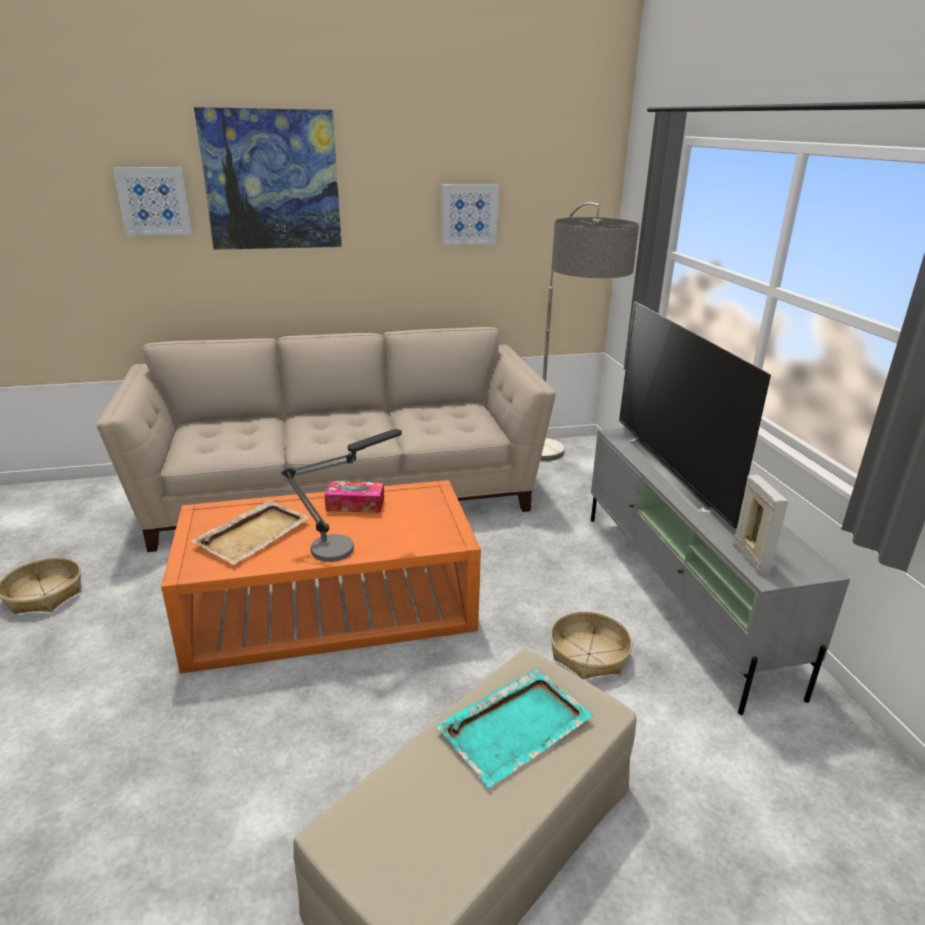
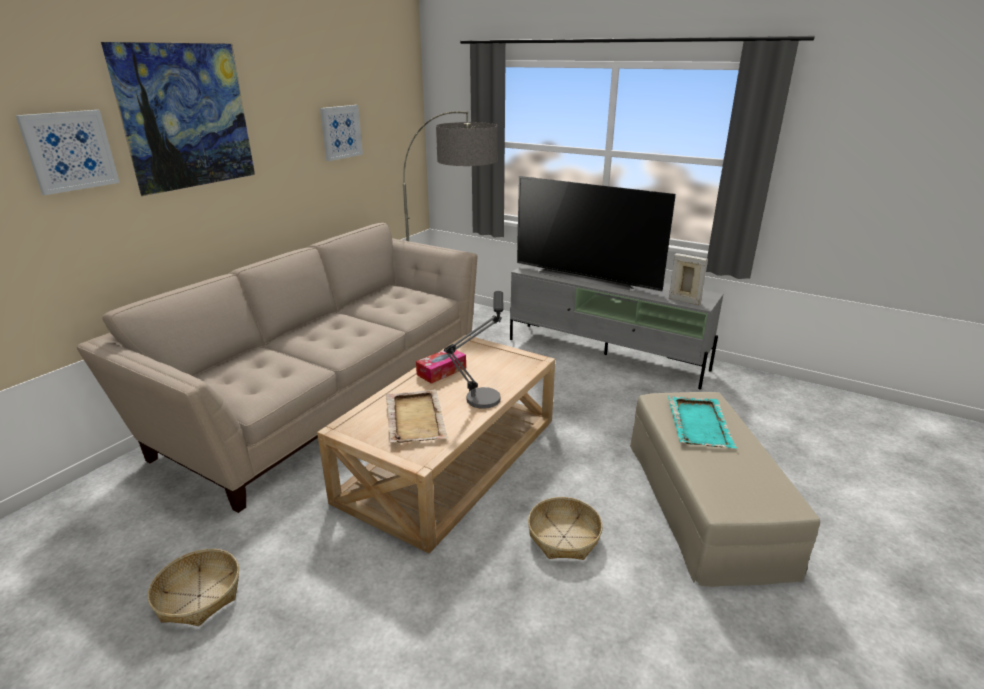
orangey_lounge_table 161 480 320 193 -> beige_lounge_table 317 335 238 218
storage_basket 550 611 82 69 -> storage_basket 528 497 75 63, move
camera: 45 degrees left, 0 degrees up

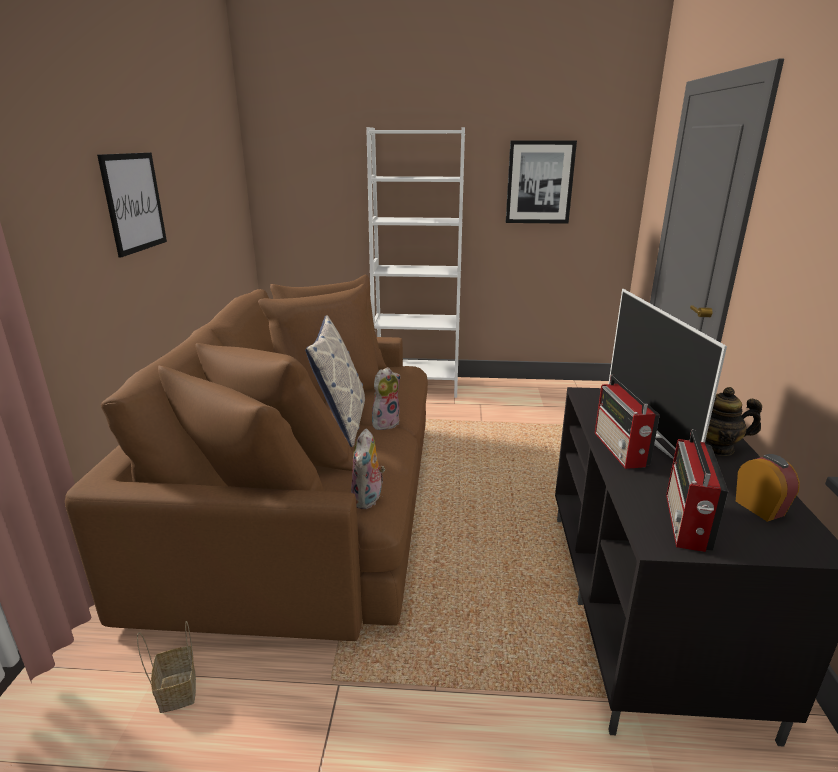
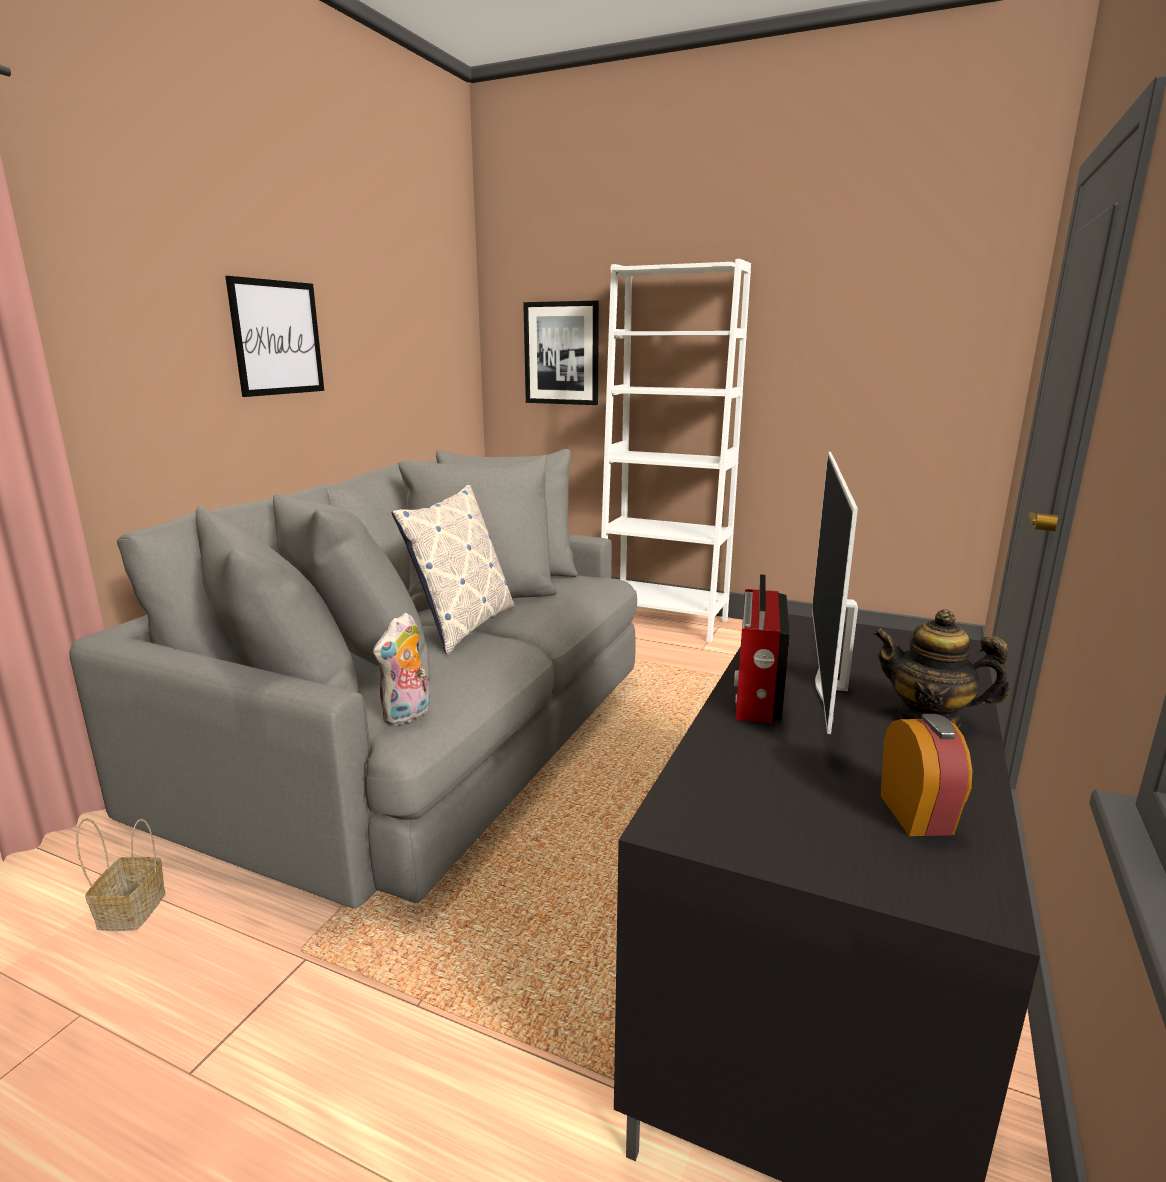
brown-coloured_sofa 65 275 363 366 -> gray_sofa 70 449 567 460
wall_picture 506 140 71 84 -> wall_picture 523 301 76 104, move
soft_toy 372 367 28 63 -> none
radio 666 430 62 122 -> none
camera: 20 degrees right, 5 degrees down

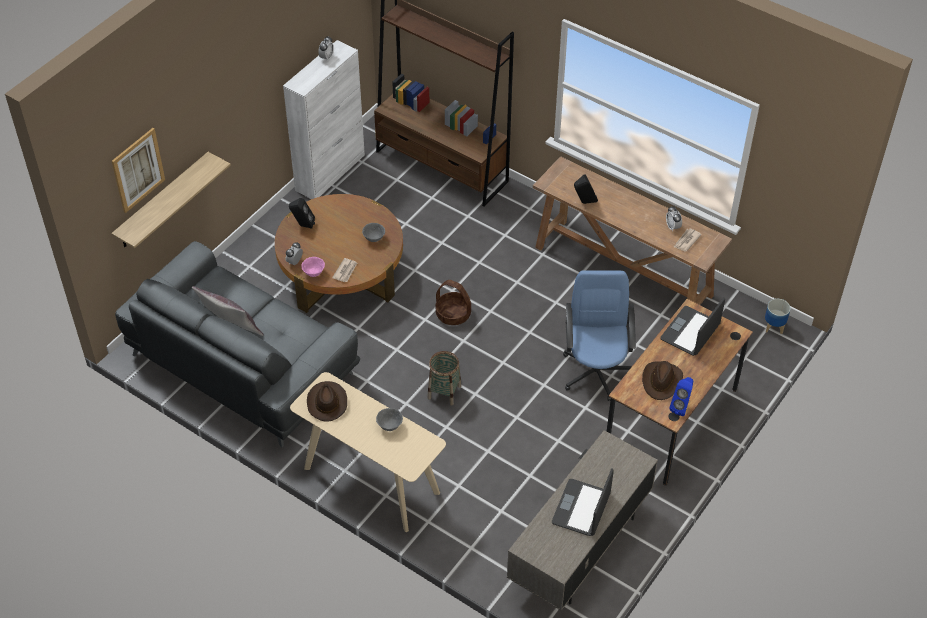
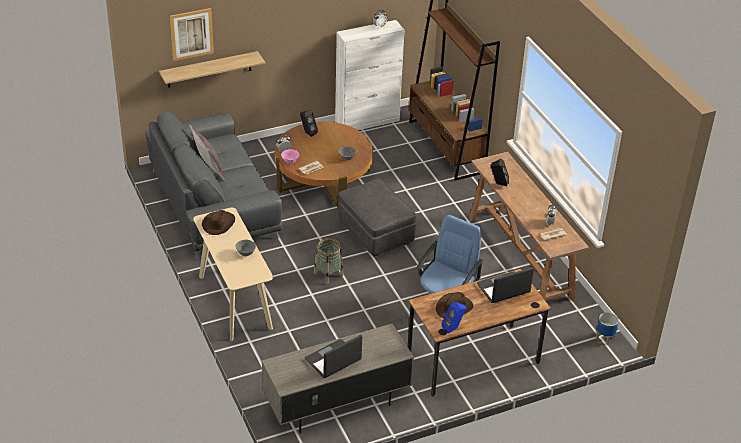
storage_basket 436 280 35 45 -> gray_ottoman 338 178 78 79
camera: 30 degrees right, 10 degrees down

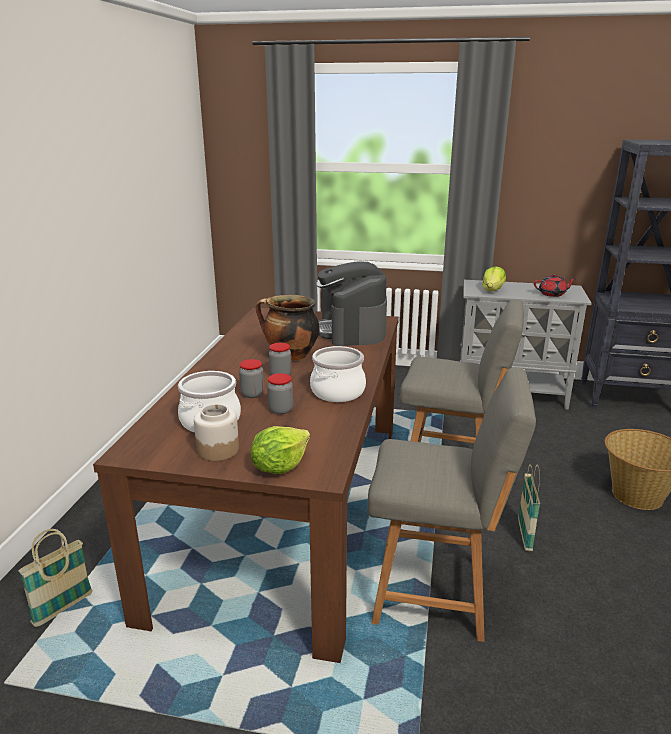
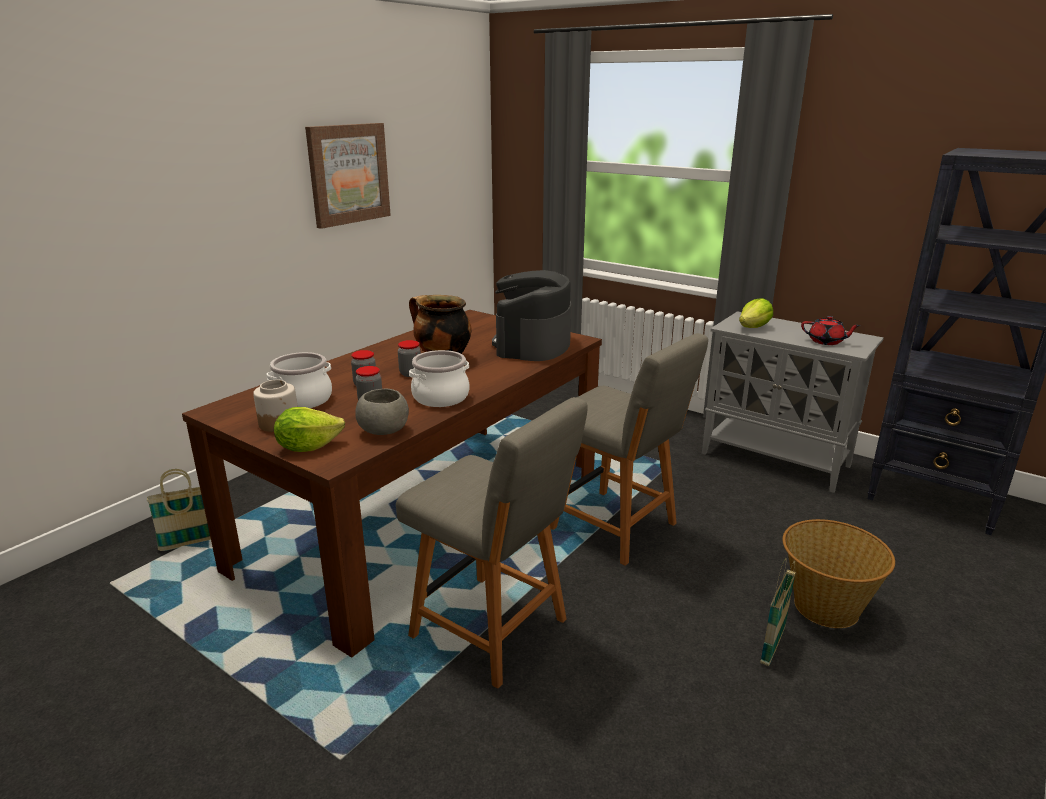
none -> wall_picture 305 123 86 106
none -> gray_bowl 355 389 54 46
storage_basket 518 464 22 87 -> storage_basket 760 558 36 108, move
camera: 25 degrees right, 0 degrees up

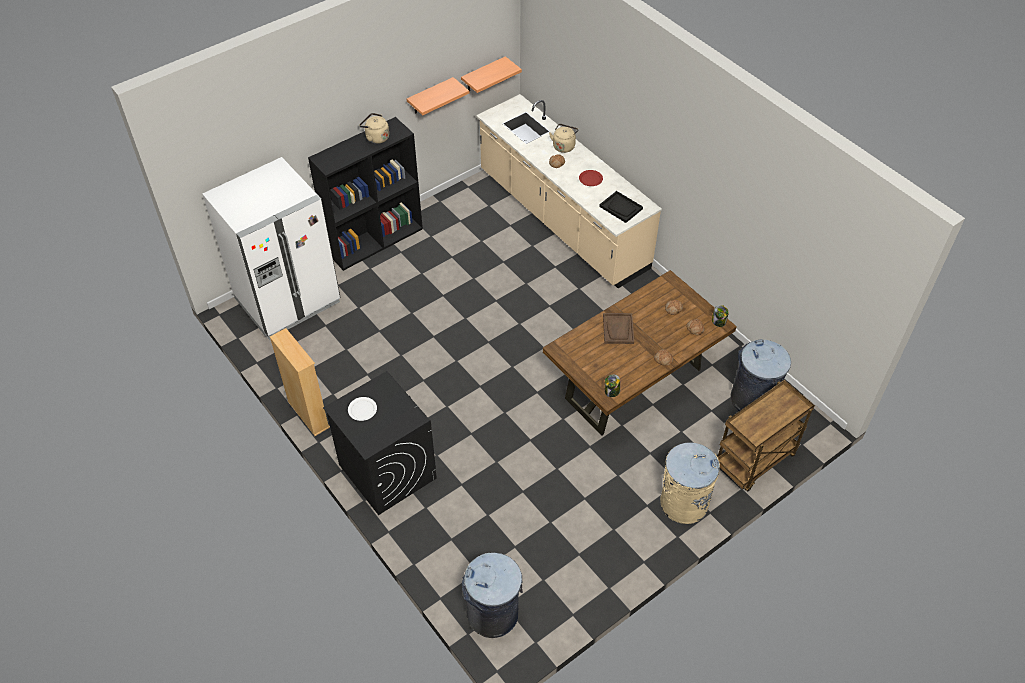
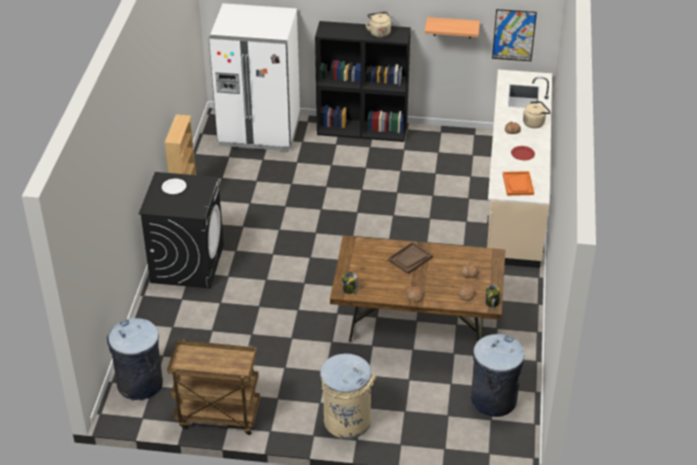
brown-coloured_trolley 718 380 97 111 -> brown-coloured_trolley 167 339 93 96, move
wall_shelf 461 56 61 37 -> wall_picture 492 9 45 52
black-coloured_serving_tray 599 191 44 32 -> orangey_serving_tray 503 171 31 25
camera: 45 degrees right, 10 degrees down

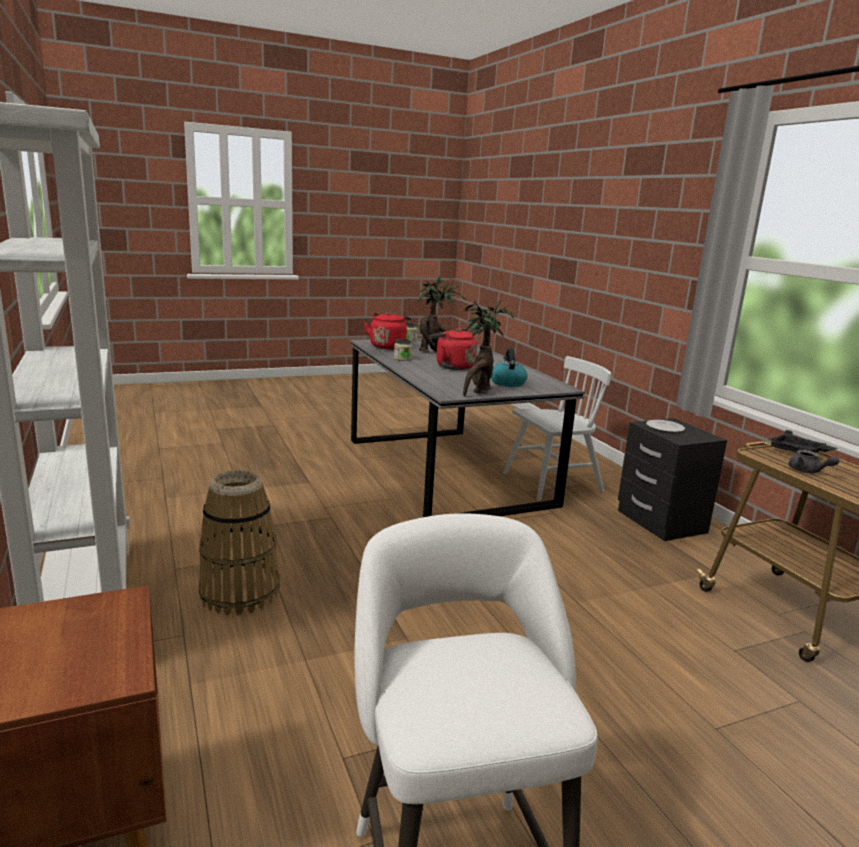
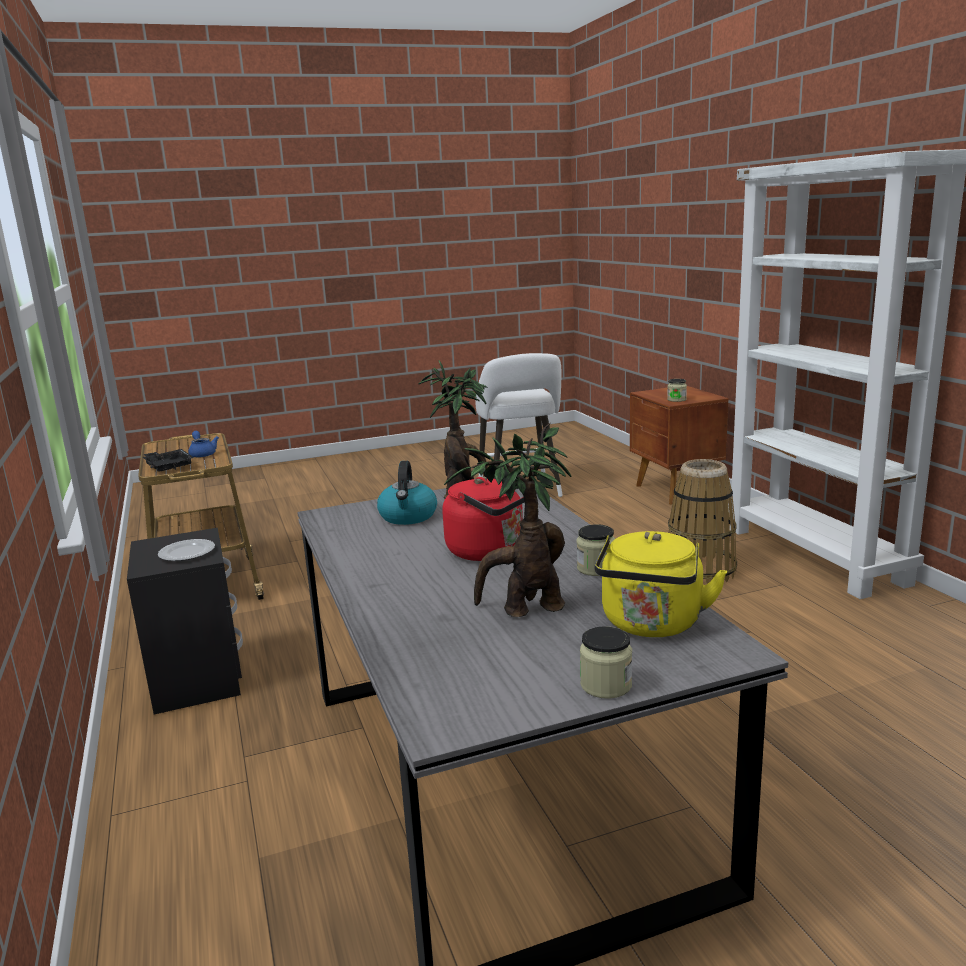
gray_teapot 789 450 51 23 -> blue_teapot 188 431 31 27
red_water_kettle 364 312 47 38 -> yellow_water_kettle 594 531 133 106
none -> storage_jar 667 379 20 23
white-coloured_upright_chair 503 356 109 145 -> none
camera: 175 degrees left, 0 degrees up

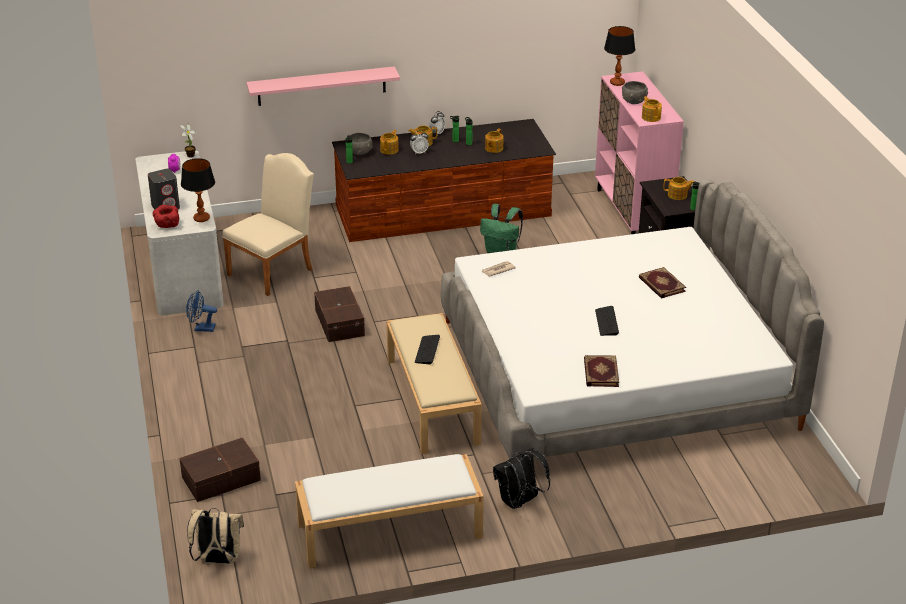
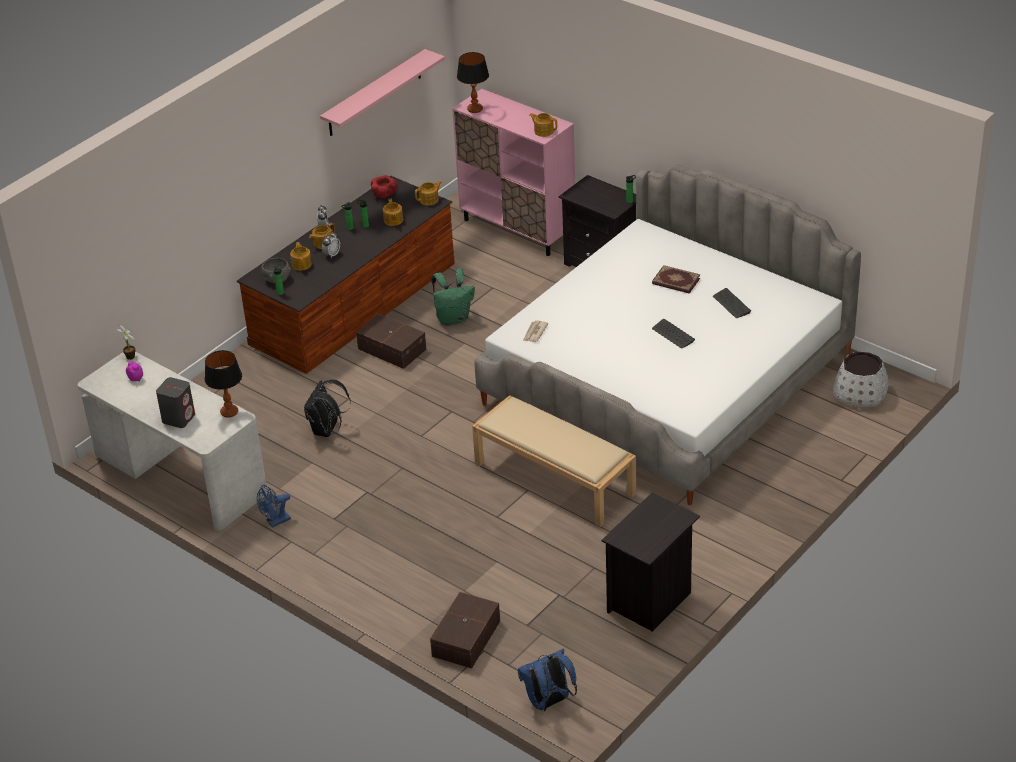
black-coloured_knapsack 493 448 57 61 -> black-coloured_knapsack 304 380 47 57, move
pinkish_wall_shelf 246 66 154 40 -> pinkish_wall_shelf 320 49 125 87, move
brown-coloured_storage_box 314 286 51 56 -> brown-coloured_storage_box 356 313 70 56, move
red_bowl 153 205 26 23 -> red_bowl 371 175 26 23, move
teapot 663 177 31 23 -> teapot 415 181 27 25, move
beige_knapsack 187 508 57 56 -> blue_knapsack 517 648 60 64
white-coloured_indoor_bench 295 454 189 114 -> black-coloured_bedside_table 602 493 98 139
computer_keyboard 415 335 25 29 -> computer_keyboard 713 288 38 30, move
none -> white-coloured_plant_pot 833 352 55 55
beige_upright_chair 223 153 91 143 -> none
bound_book 584 355 35 32 -> none
gray_bowl 622 81 26 23 -> none
camera: 35 degrees left, 5 degrees up

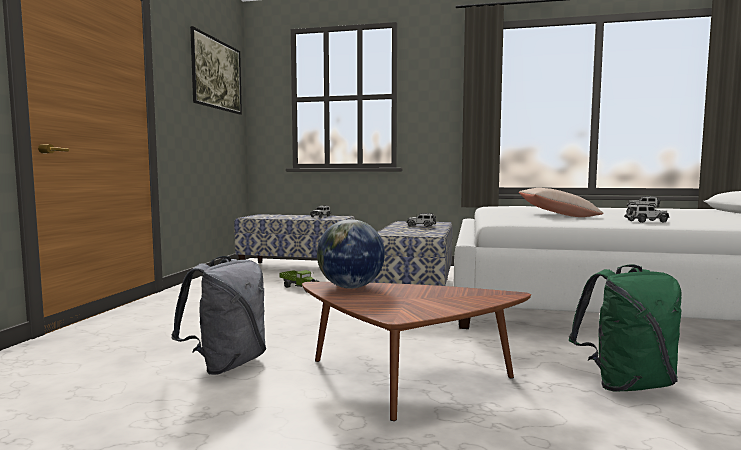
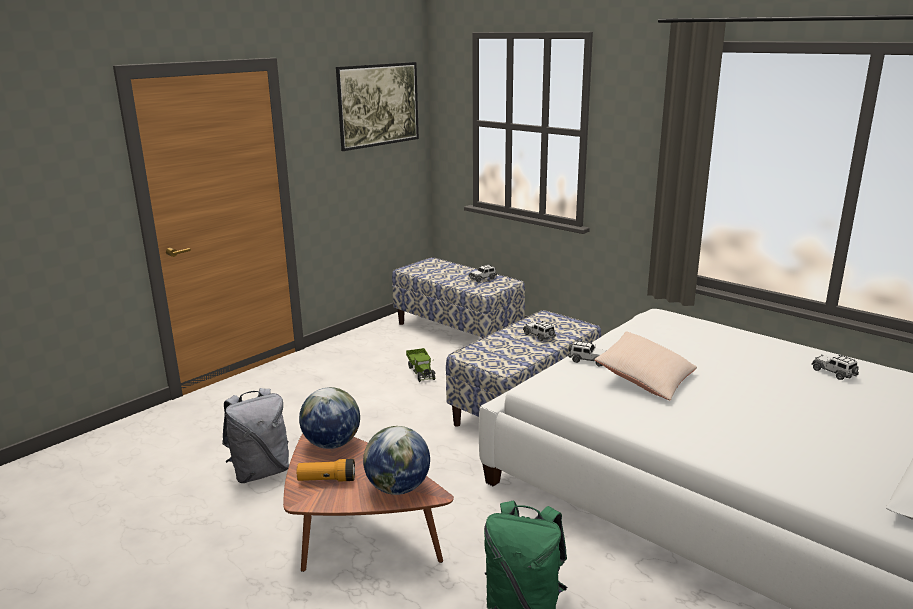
none -> flashlight 297 459 58 22
none -> globe 363 426 67 69
toy_car 625 204 44 19 -> toy_car 568 340 38 26, move
camera: 30 degrees right, 15 degrees up

